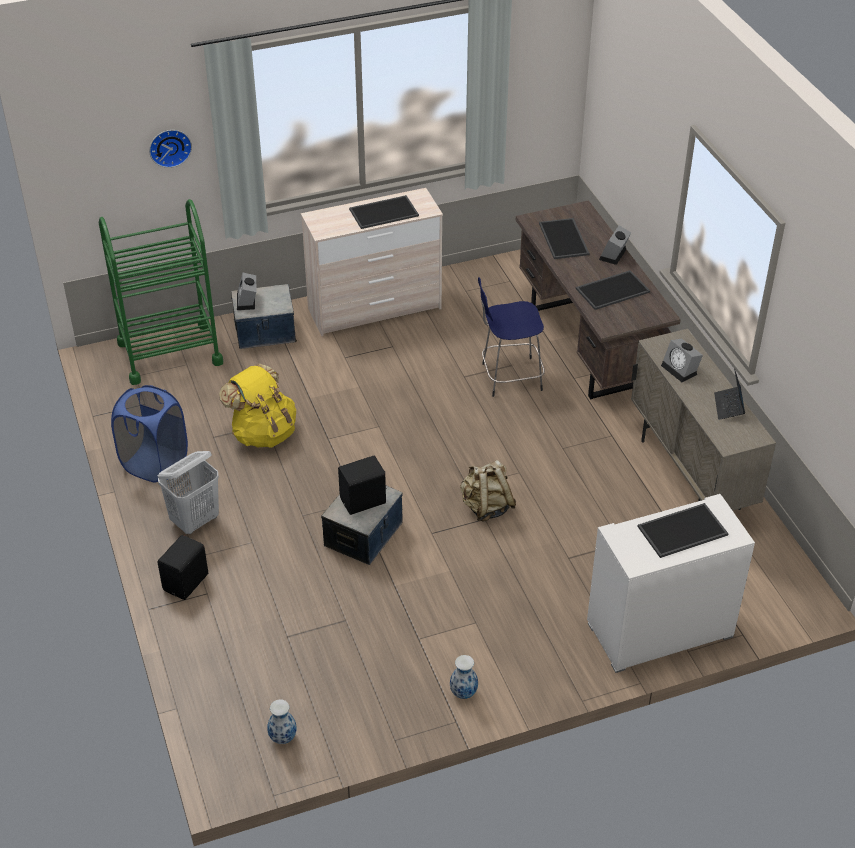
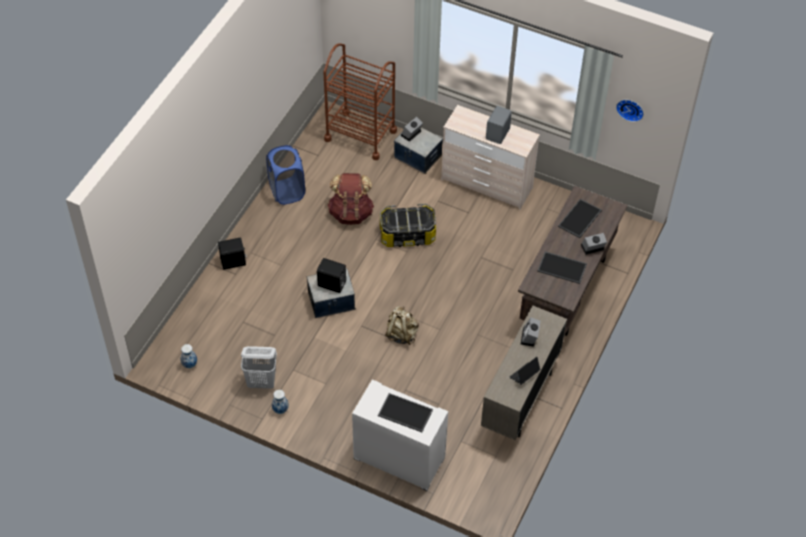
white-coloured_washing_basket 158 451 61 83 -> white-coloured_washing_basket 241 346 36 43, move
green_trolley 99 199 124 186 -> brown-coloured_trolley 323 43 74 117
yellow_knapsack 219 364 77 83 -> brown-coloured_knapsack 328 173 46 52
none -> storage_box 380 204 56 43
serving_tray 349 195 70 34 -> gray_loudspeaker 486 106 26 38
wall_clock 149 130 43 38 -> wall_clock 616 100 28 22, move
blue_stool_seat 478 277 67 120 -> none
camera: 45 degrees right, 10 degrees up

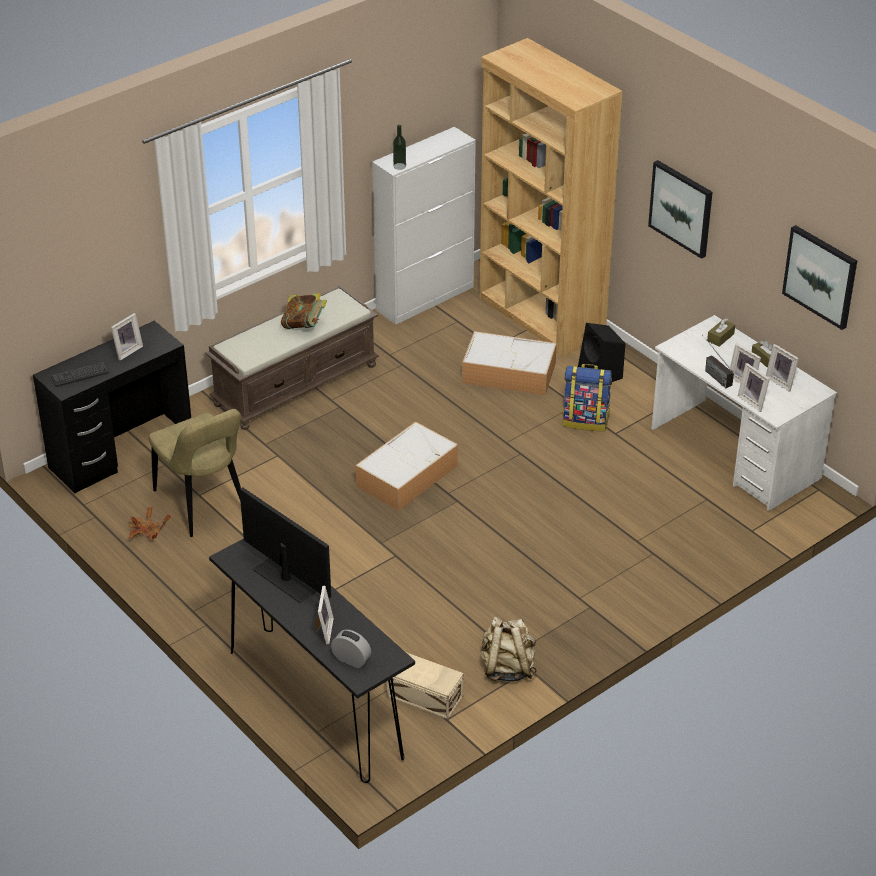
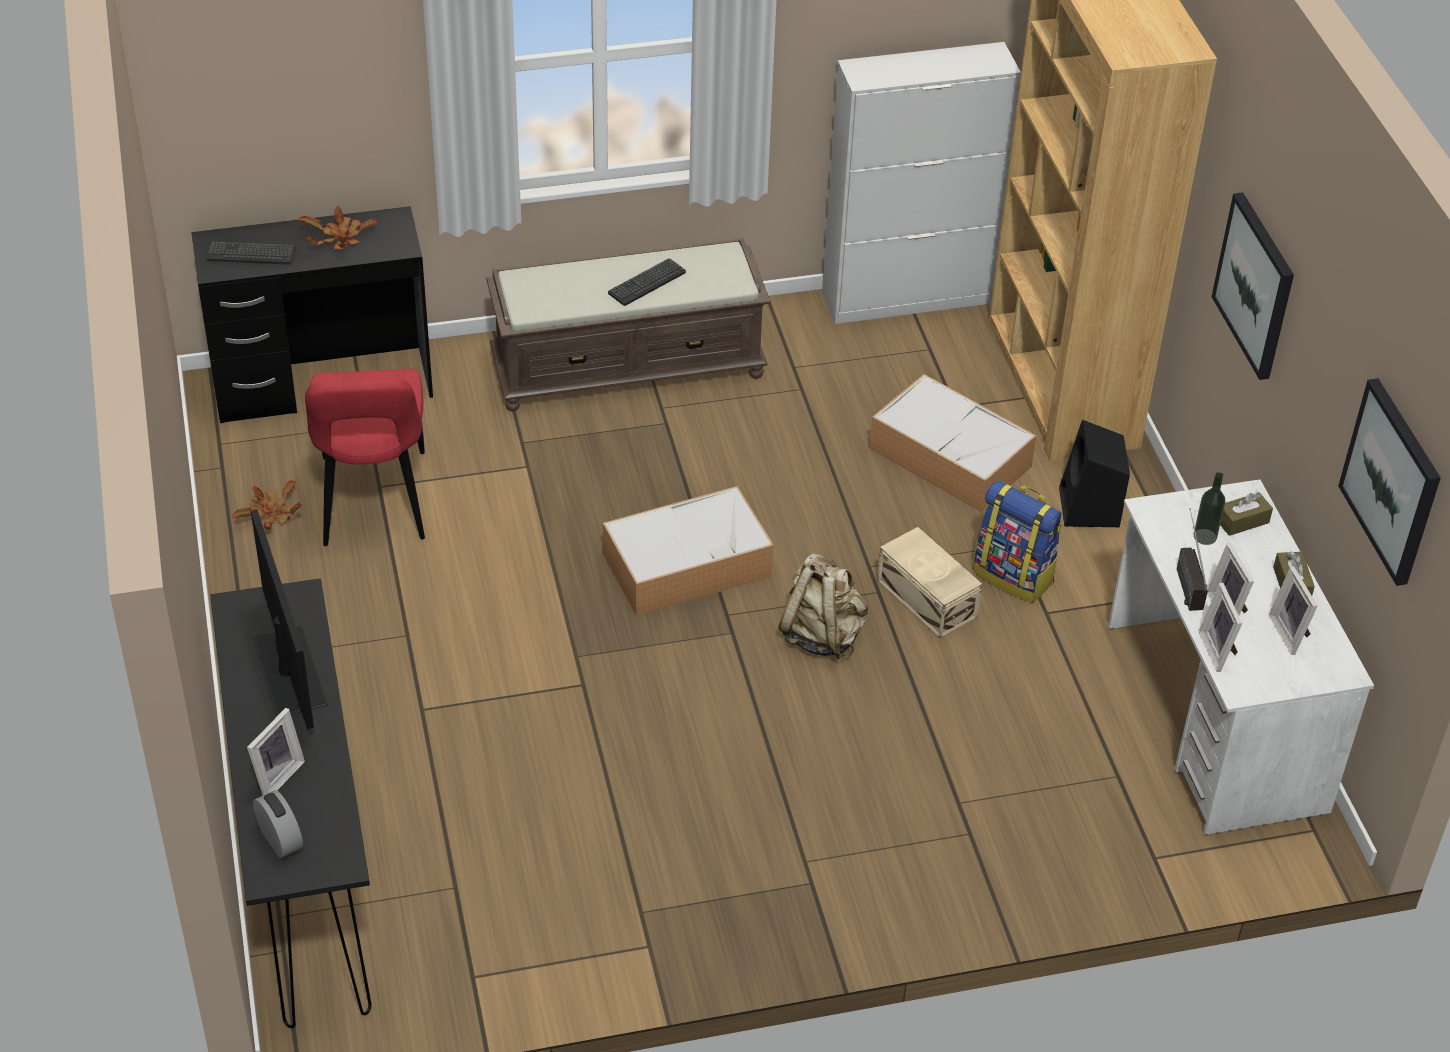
standing_frame 111 313 32 47 -> plant_in_a_pot 298 206 79 43
beige_upright_chair 149 409 92 128 -> red_upright_chair 305 369 120 177
bound_book 281 293 46 36 -> computer_keyboard 608 258 78 48
beige_knapsack 480 617 57 64 -> beige_knapsack 778 554 90 105, move
beige_storage_box 387 653 76 66 -> beige_storage_box 877 527 105 112, move
drink_bottle 393 125 13 45 -> drink_bottle 1194 472 31 73, move
camera: 25 degrees right, 5 degrees up

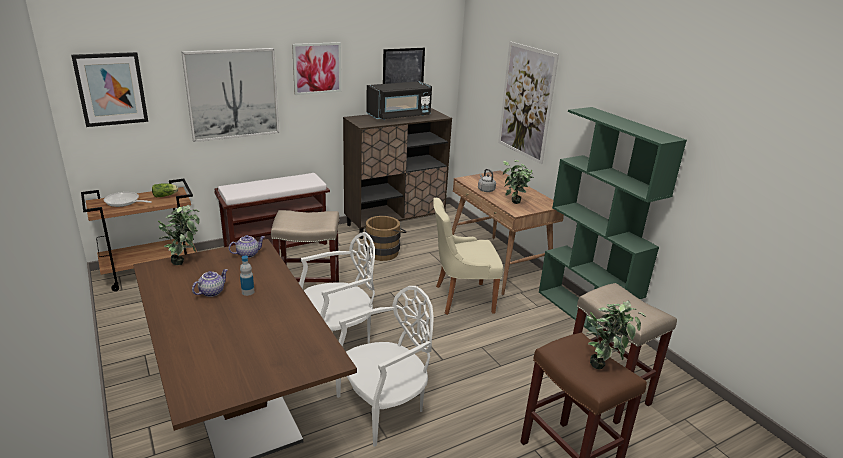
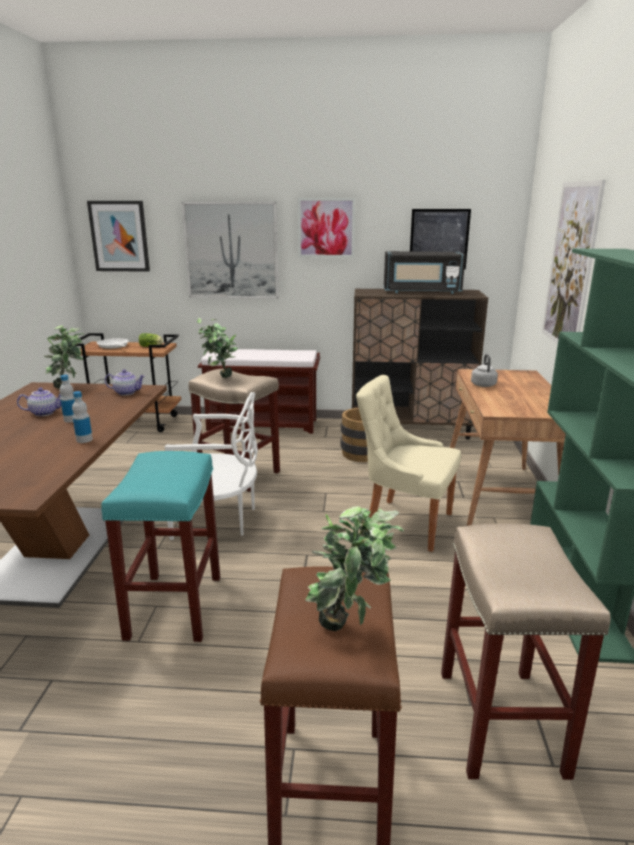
none -> drink_bottle 72 391 21 52
white-coloured_upright_chair 336 286 98 161 -> blue-green_stool_seat 101 451 119 191
plant_in_a_pot 503 160 32 44 -> plant_in_a_pot 197 318 41 60, move
camera: 35 degrees right, 5 degrees down

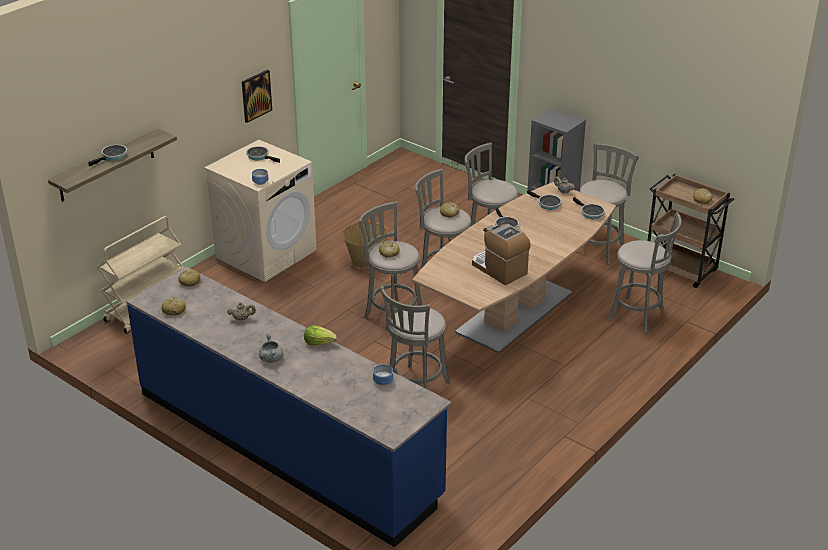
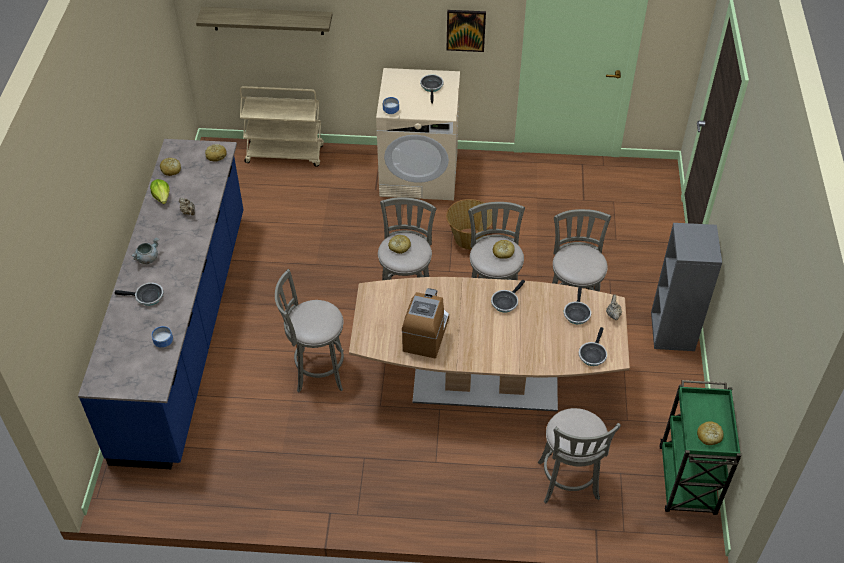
skillet 88 145 39 21 -> skillet 115 283 48 23, move
lettuce 304 325 34 21 -> lettuce 150 179 20 25, move
brown-coloured_trolley 648 174 86 114 -> green_trolley 659 380 82 135
gray_stool_seat 580 143 58 122 -> none
camera: 55 degrees right, 15 degrees up

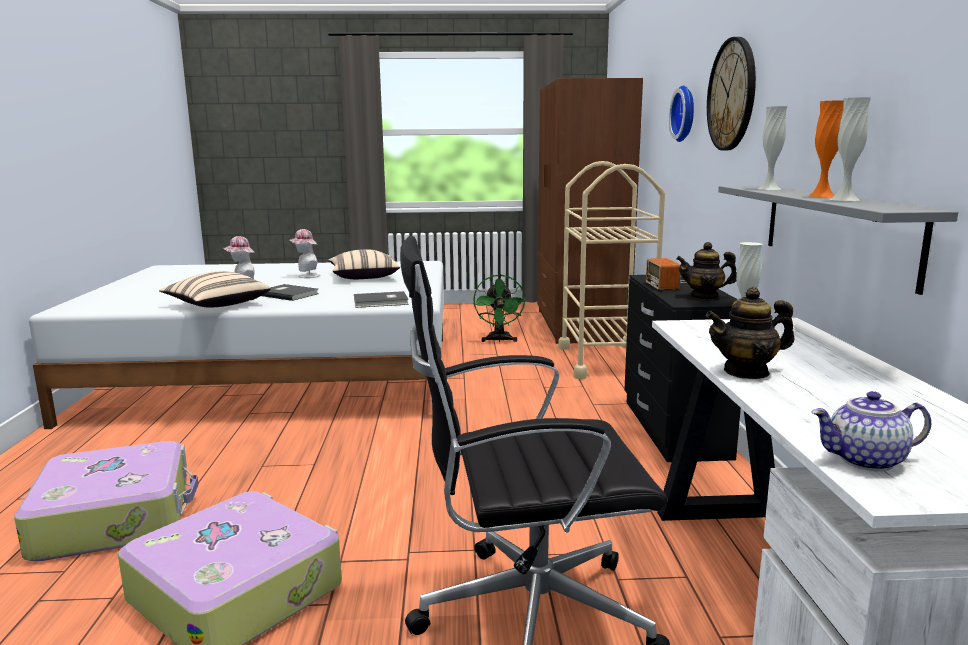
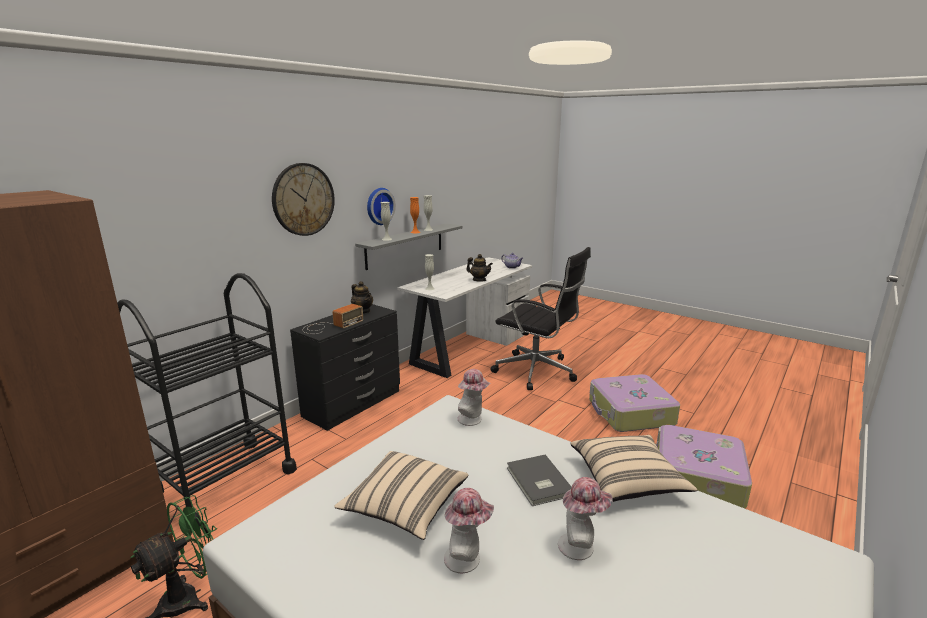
beige_trolley 558 161 107 218 -> black-coloured_trolley 117 273 180 257
wall_clock 669 86 25 56 -> wall_clock 367 188 29 37, move
gray_bound_book 354 291 55 17 -> clothing_hat 458 369 32 57
camera: 140 degrees left, 5 degrees up

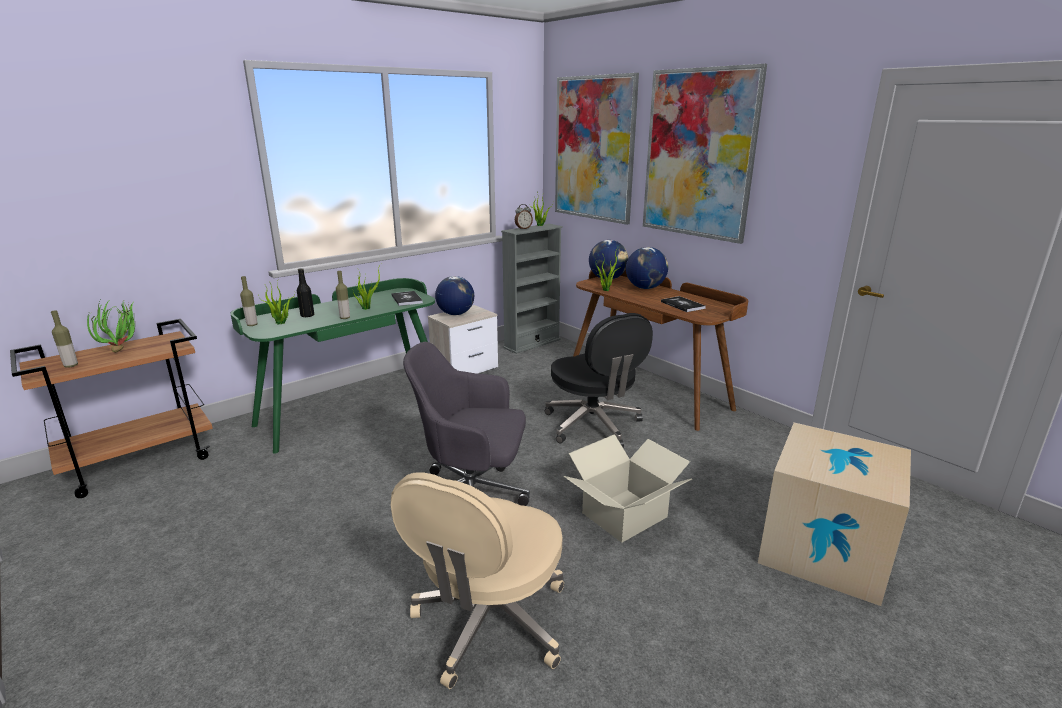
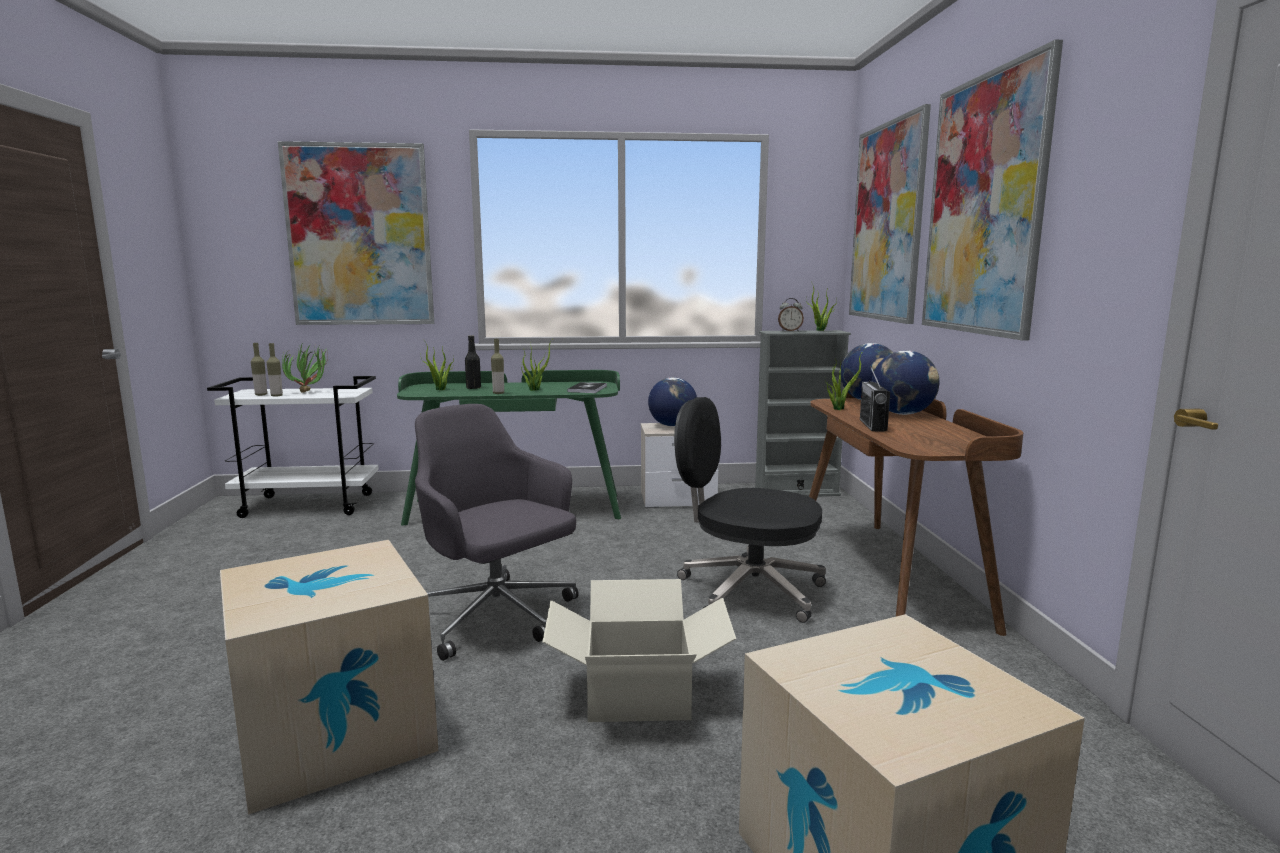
brown-coloured_trolley 10 319 203 179 -> white-coloured_trolley 207 376 172 142
beige_office_chair 390 472 174 217 -> cardboard_box 220 540 218 275
drink_bottle 240 276 18 50 -> drink_bottle 267 343 16 54, move
none -> wall_picture 278 141 156 184
black-coloured_office_chair 545 313 108 134 -> black-coloured_office_chair 674 397 152 226, 105 degrees clockwise
none -> radio 860 366 30 66
bound_book 661 296 45 16 -> none
camera: 35 degrees right, 10 degrees down

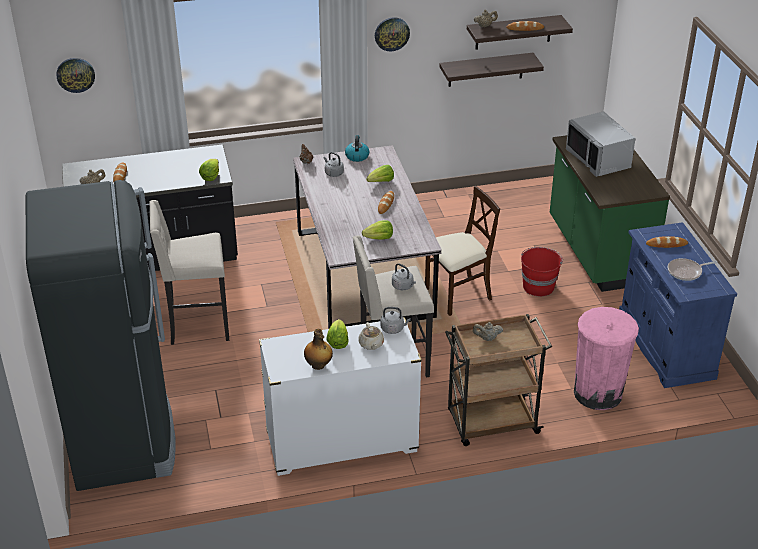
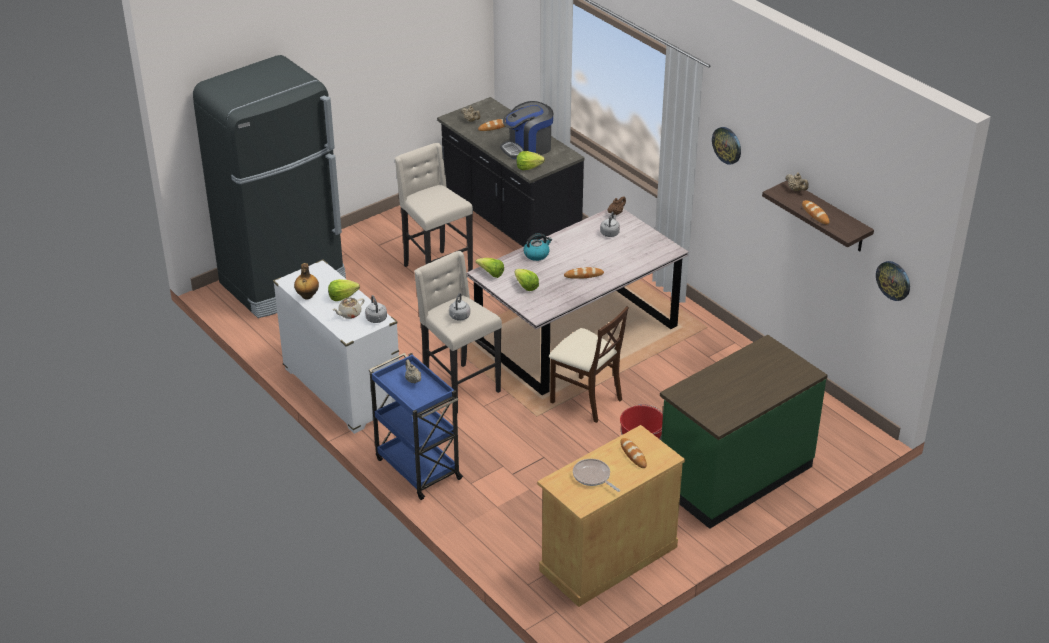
brown-coloured_trolley 445 314 107 132 -> blue_trolley 369 353 94 147
lettuce 366 165 28 17 -> lettuce 475 258 29 20, move
none -> coffee_brewer 500 101 53 58
water_kettle 345 135 24 27 -> water_kettle 524 233 28 28, move
blue_cupboard 619 222 118 166 -> beige_cupboard 537 425 148 182
wall_clock 56 58 39 35 -> wall_clock 876 261 34 40, move
wall_shelf 439 53 105 34 -> none
gray_microwave 566 111 69 66 -> none
pinkish_rubbish_bin 574 307 65 103 -> none
camera: 65 degrees right, 0 degrees up

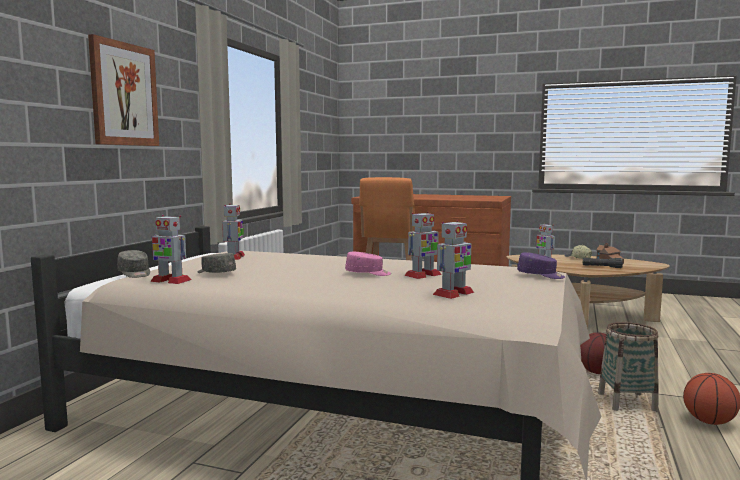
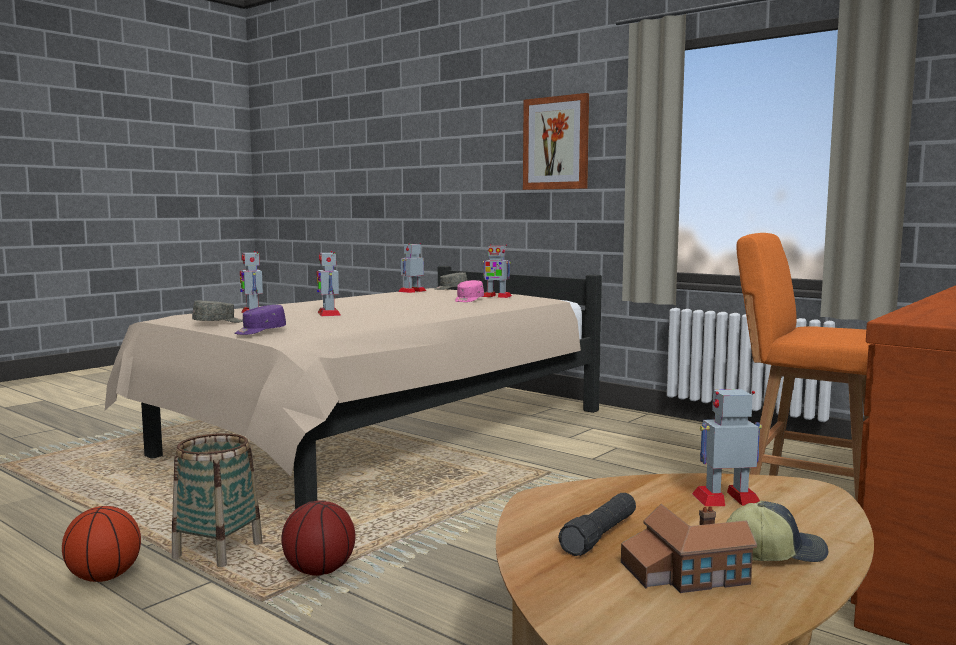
gray_cap 198 253 38 20 -> gray_cap 192 300 51 23, move
pinkish_cap 345 252 46 24 -> pinkish_cap 455 280 29 22, move
camera: 110 degrees right, 0 degrees up

